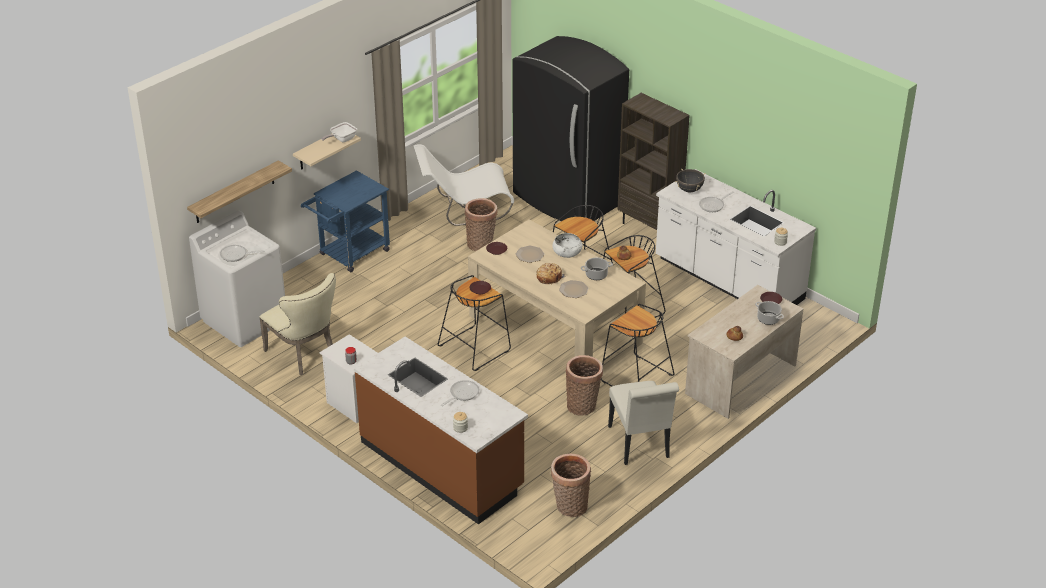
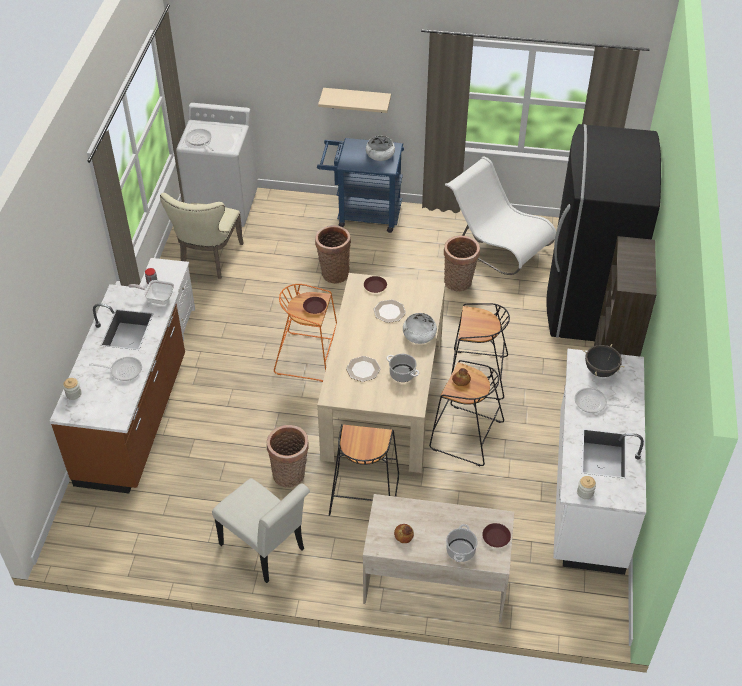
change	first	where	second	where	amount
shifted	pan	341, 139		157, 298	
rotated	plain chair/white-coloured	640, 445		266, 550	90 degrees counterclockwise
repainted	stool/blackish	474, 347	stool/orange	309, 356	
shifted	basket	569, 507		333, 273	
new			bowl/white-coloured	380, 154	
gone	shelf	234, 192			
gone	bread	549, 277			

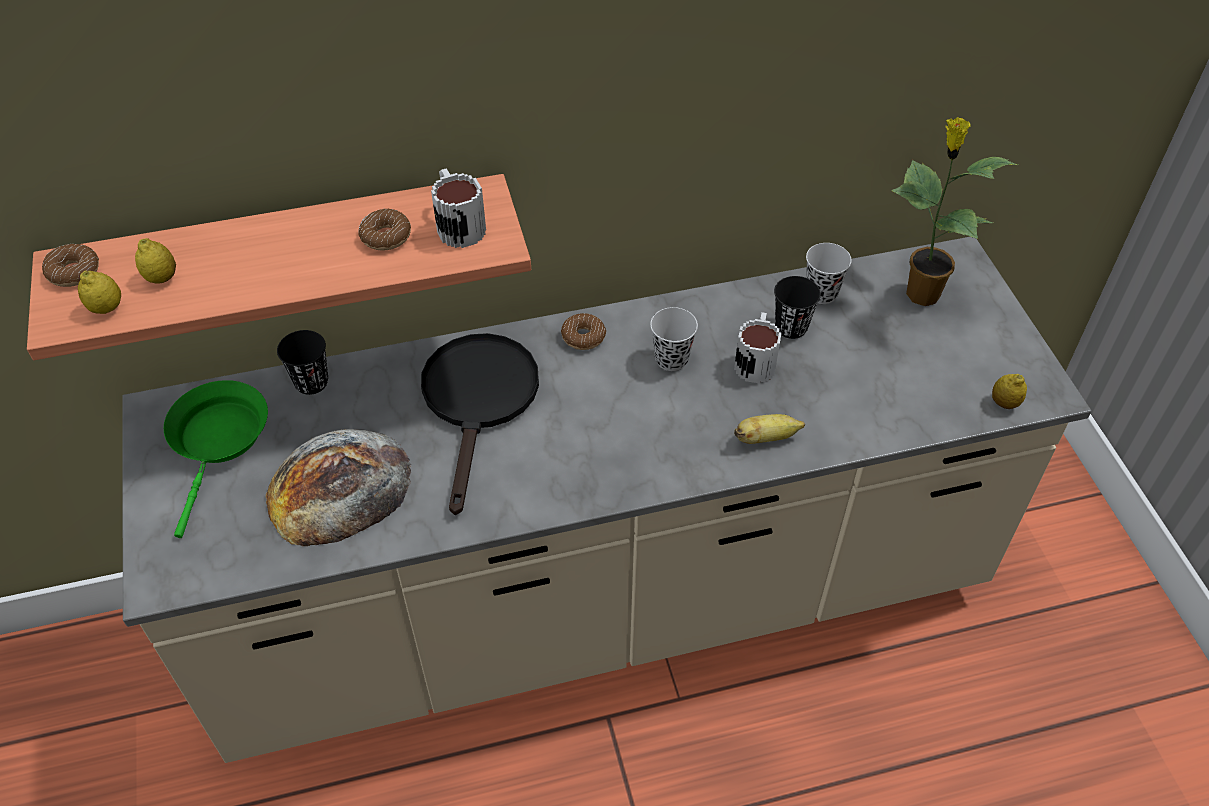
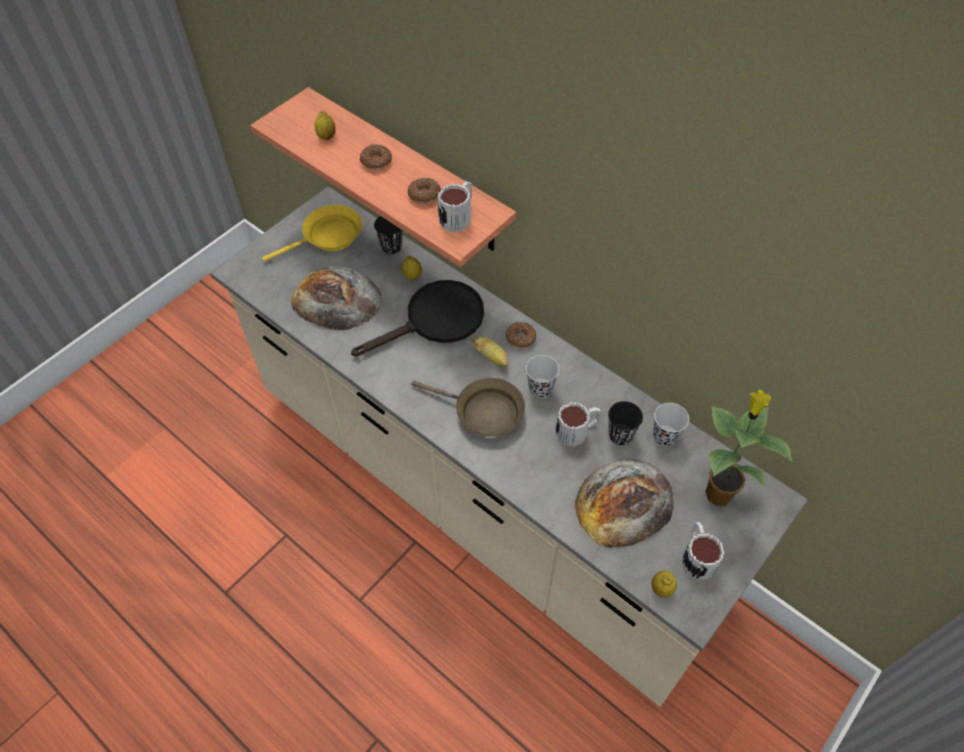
change	first	where	second	where	amount
repainted	pan/green	219, 441	pan/yellow	328, 237	
shifted	ring doughnut	73, 272		376, 161	
shifted	citrus fruit	106, 308		412, 276	
new			pan/brown-coloured	483, 412	
shifted	whole banana	766, 438		492, 358	
new			bread	624, 502	
new			coffee mug	696, 556	

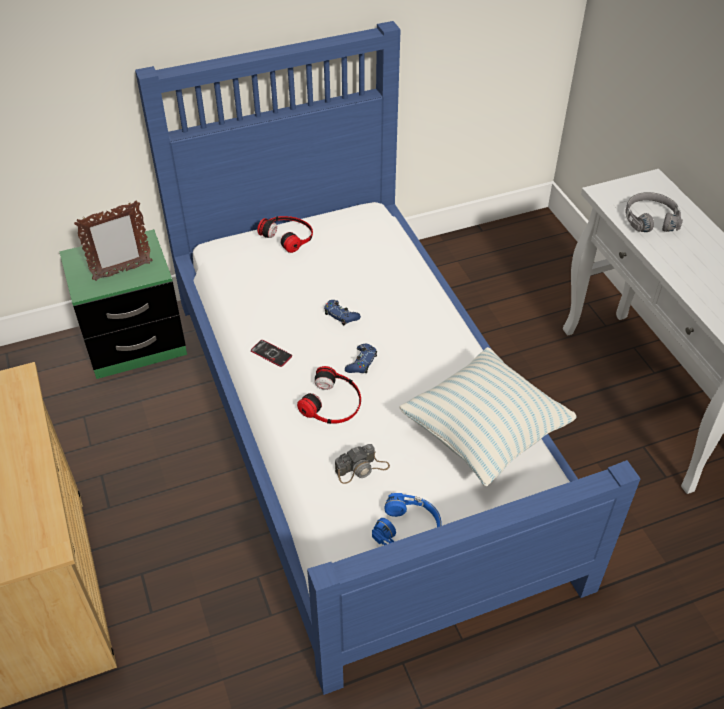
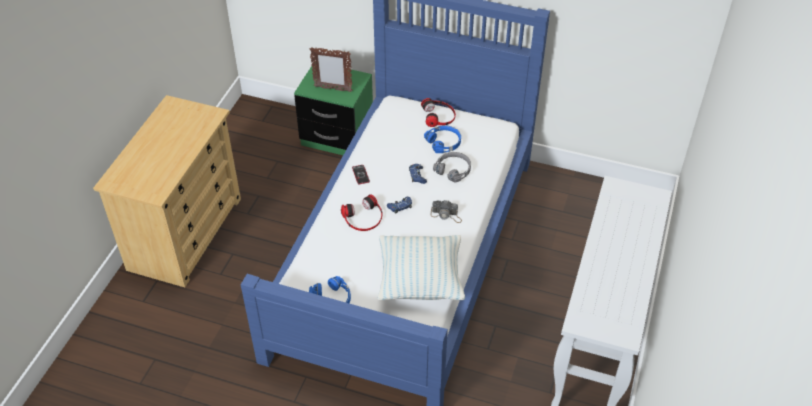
change	first	where	second	where	amount
new			headphones/blue	444, 142	
shifted	still camera	362, 469		446, 215	
shifted	headphones/gray	650, 219		453, 170	

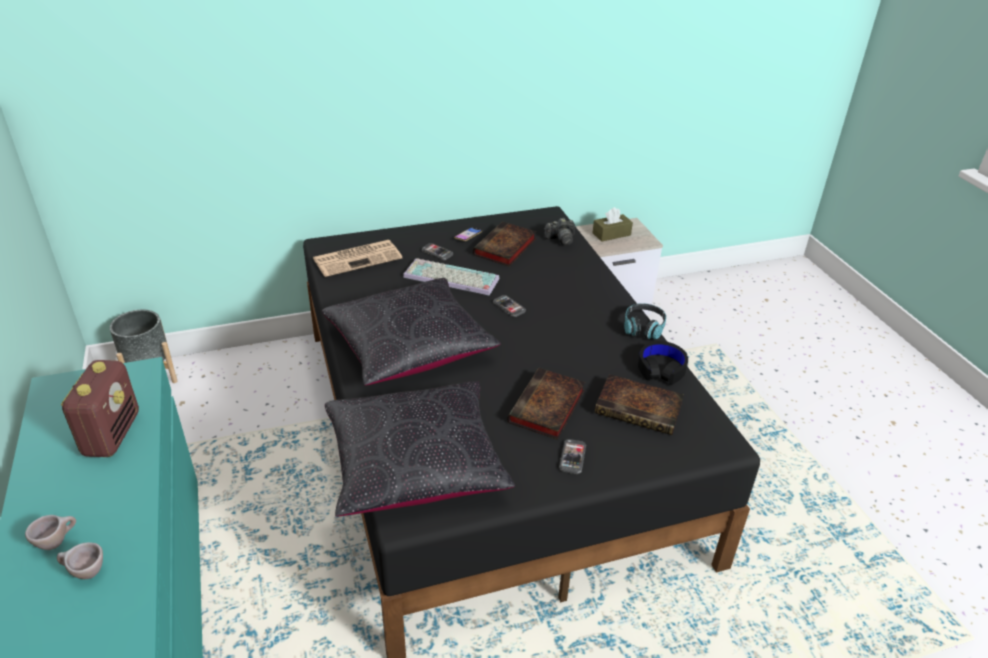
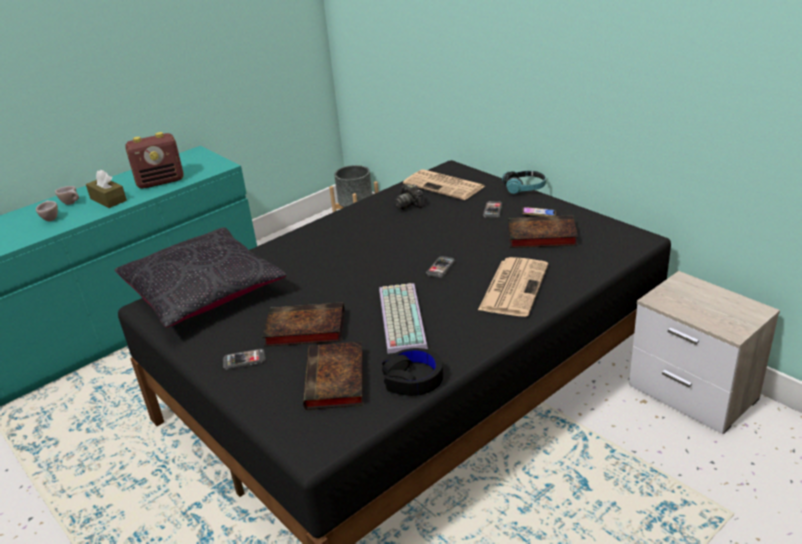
change	first	where	second	where	amount
shifted	tissue box/brown-coloured	611, 234		108, 199	
shifted	PC keyboard	449, 278		399, 317	
shifted	still camera	561, 239		409, 205	
new			daily paper	513, 286	
shifted	headphones	643, 327		524, 188	
gone	throw pillow/blackish	409, 347			

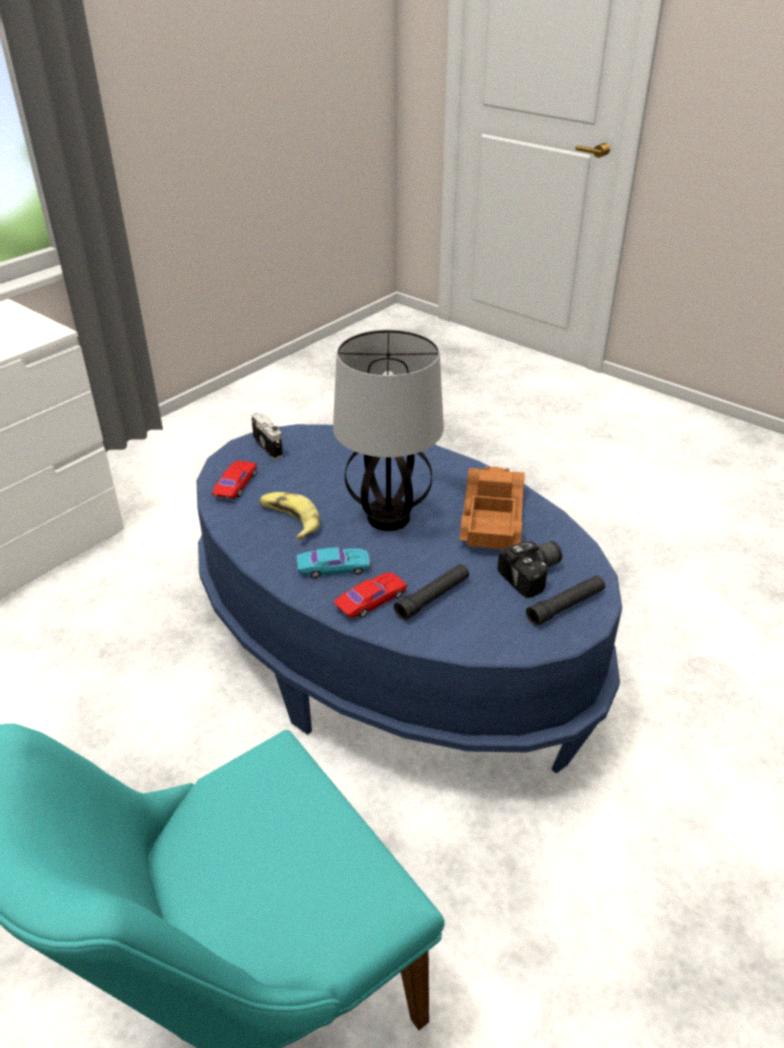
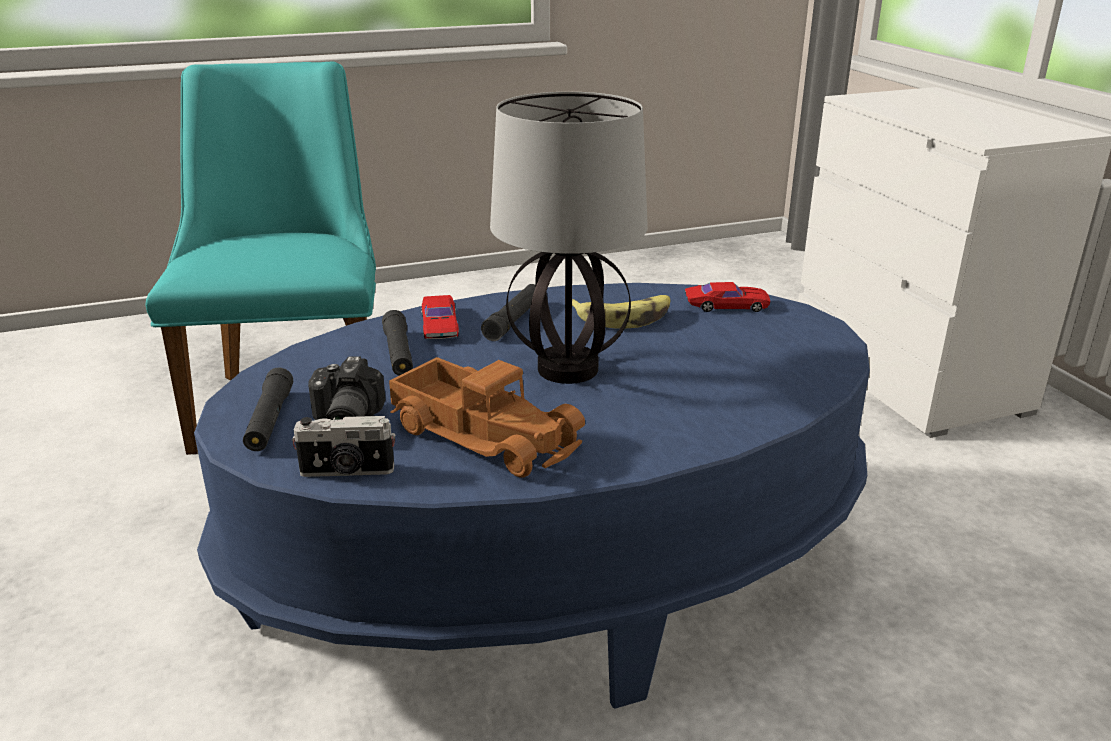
change	first	where	second	where	amount
shifted	still camera	269, 447		347, 471	
swapped	miniature car/turquoise	333, 567	torch/blackish	513, 320	
rotated	miniature car/red	235, 485		726, 305	45 degrees counterclockwise

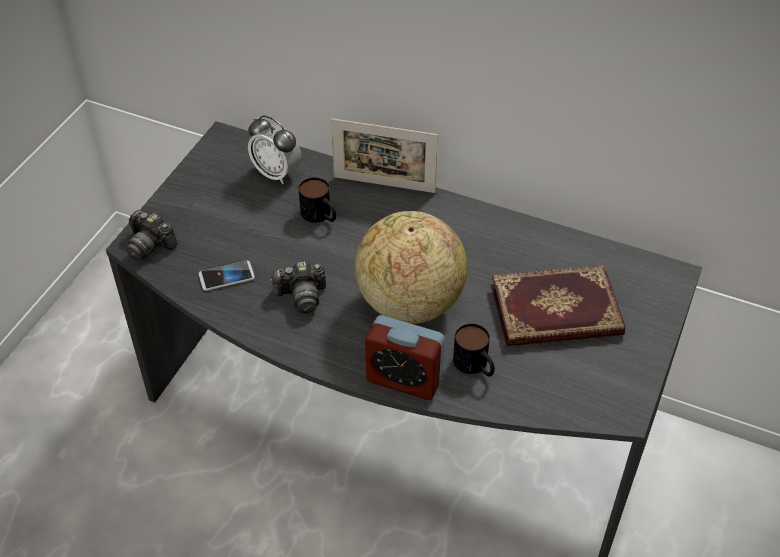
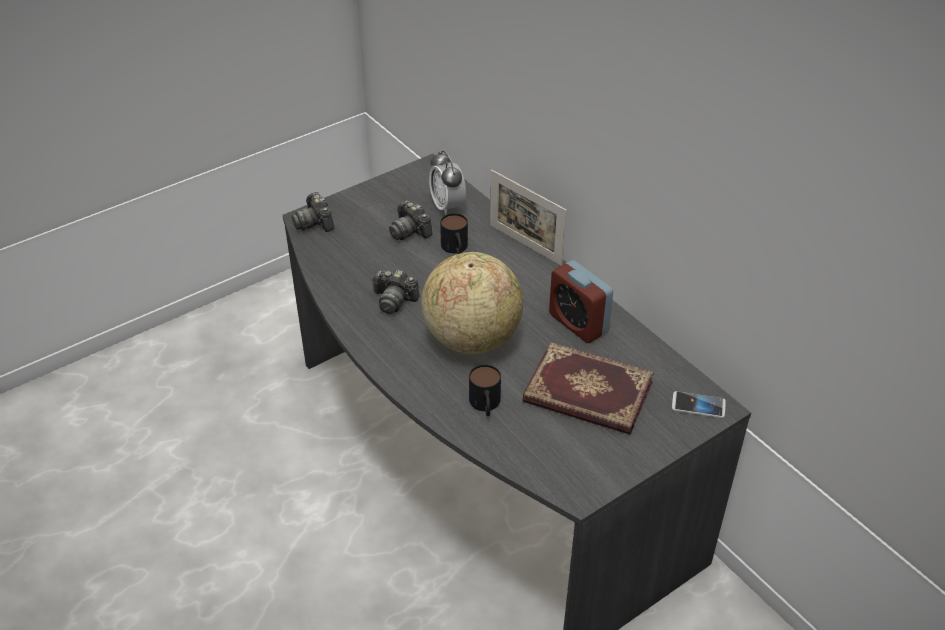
change	first	where	second	where	amount
new			still camera	410, 231	
shifted	alarm clock	404, 379		578, 323	
shifted	handset	226, 276		698, 405	

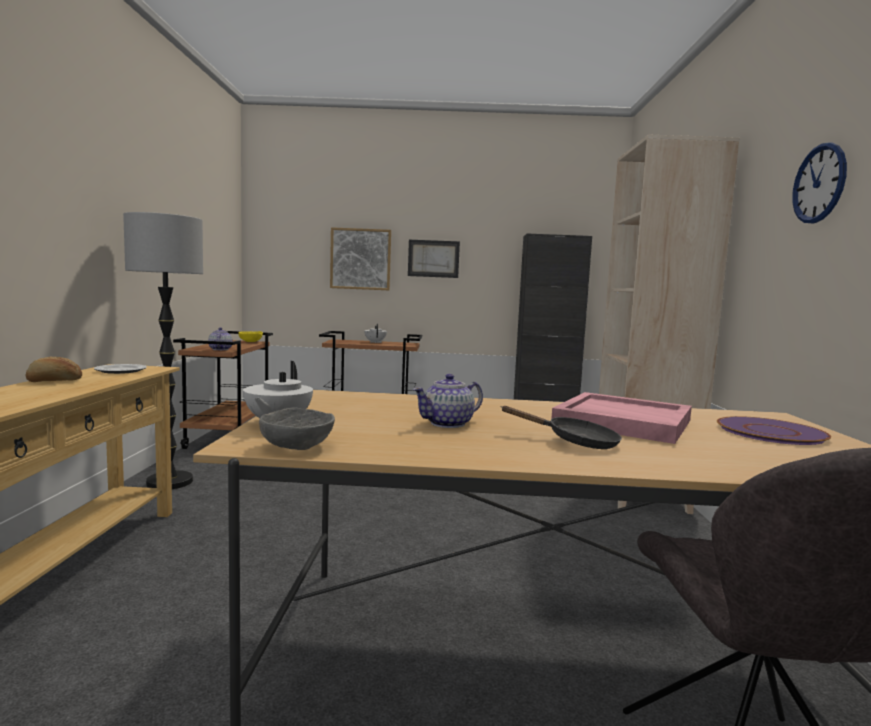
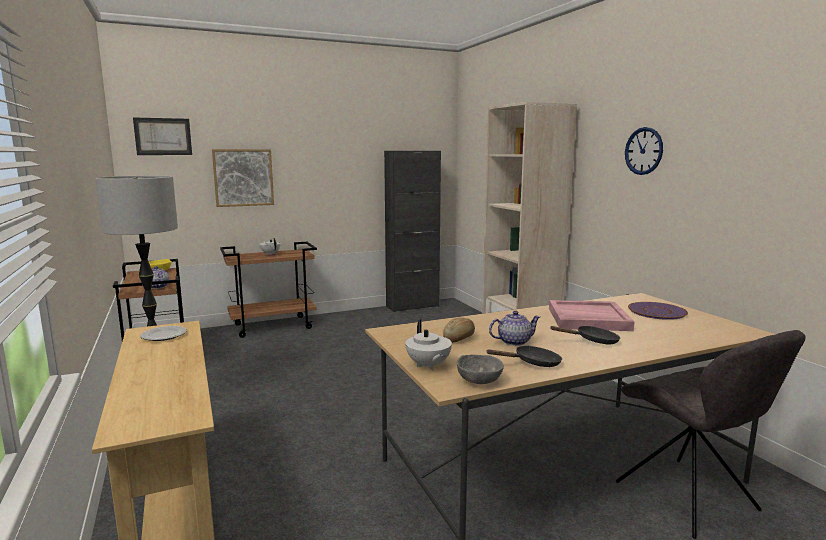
change	first	where	second	where	amount
shifted	wall picture	433, 258		163, 136	
shifted	bread	54, 381		459, 338	
new			pan/blackish	533, 363	
rotated	teapot	448, 424		513, 342	135 degrees counterclockwise

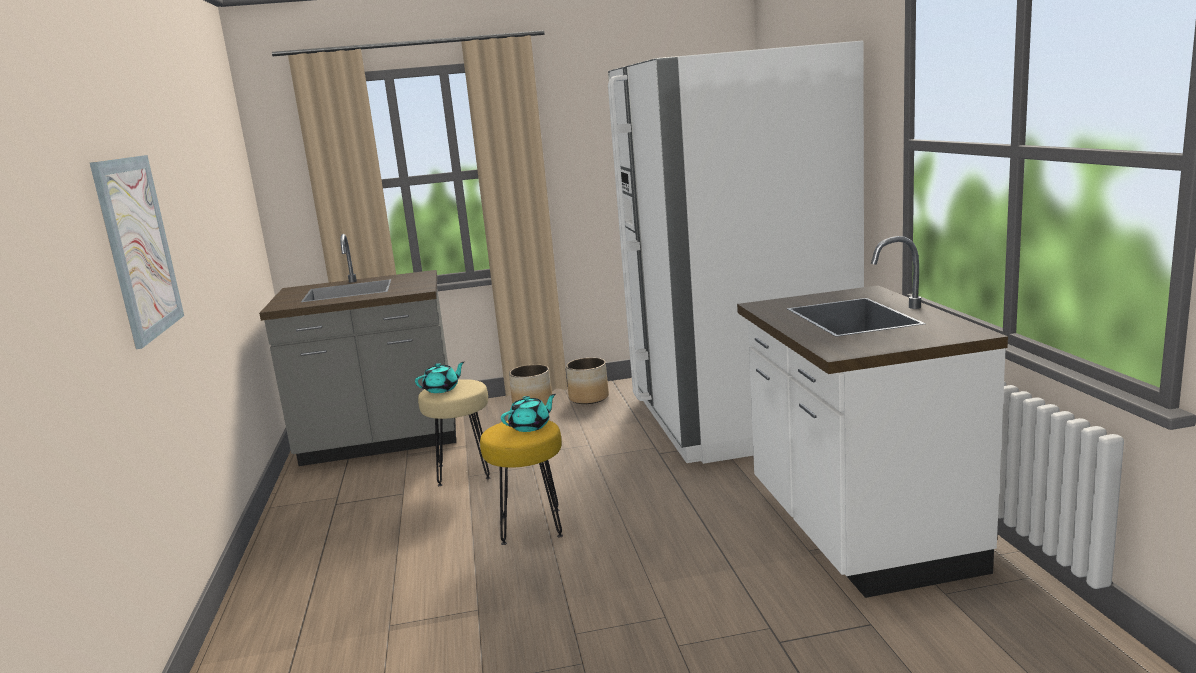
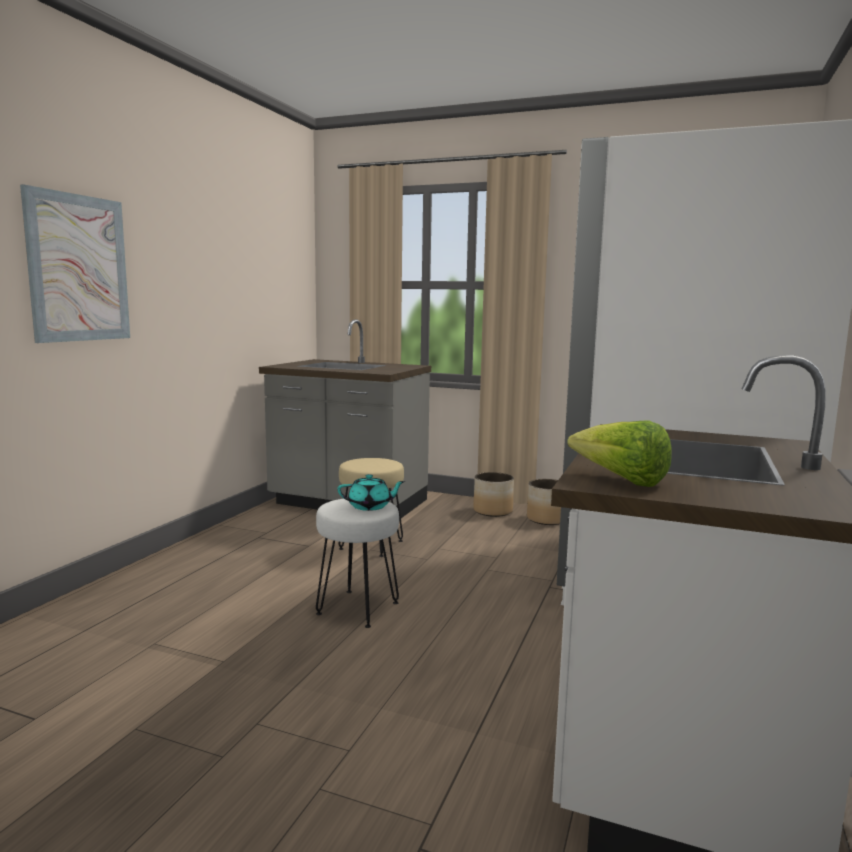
change	first	where	second	where	amount
repainted	stool/yellow	532, 526	stool/white-coloured	359, 608	
new			lettuce	621, 481	
gone	teapot/turquoise	442, 389			

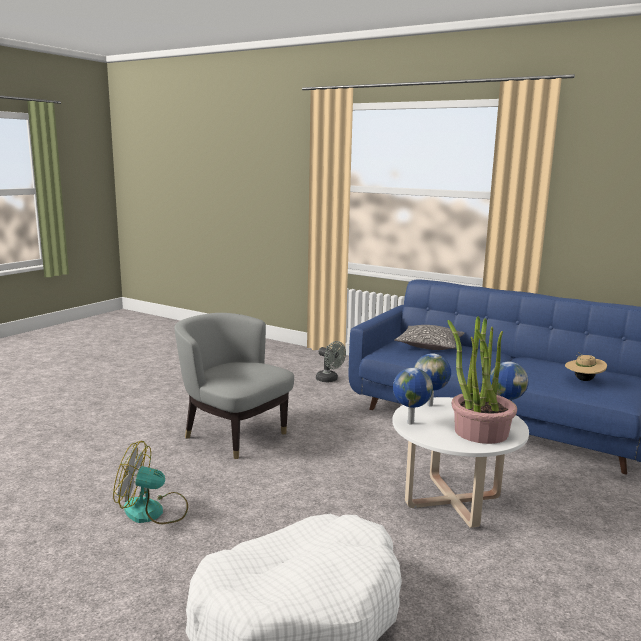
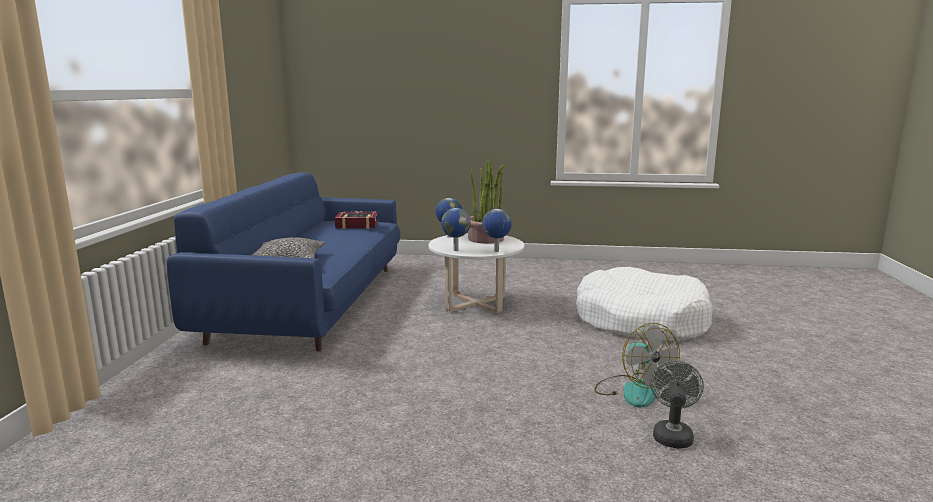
change	first	where	second	where	amount
swapped	hat/beige	583, 380	book	357, 225	
shifted	fan/gray	329, 380		672, 434	
gone	lounge chair/gray	233, 434			

